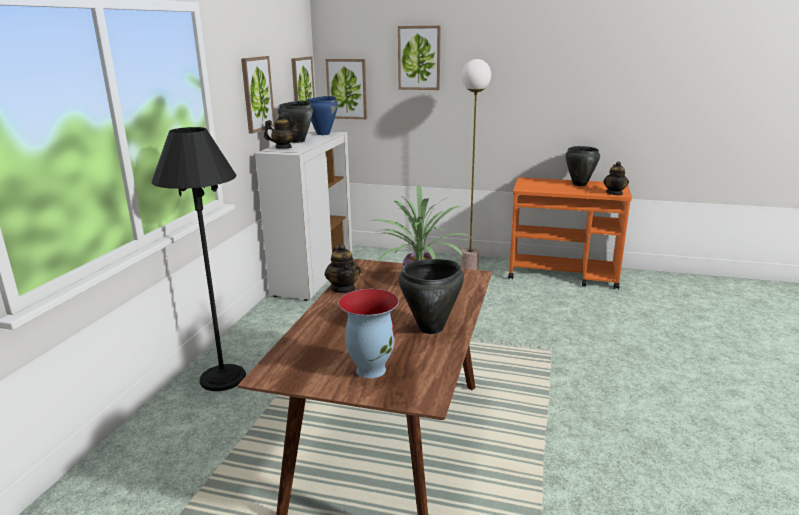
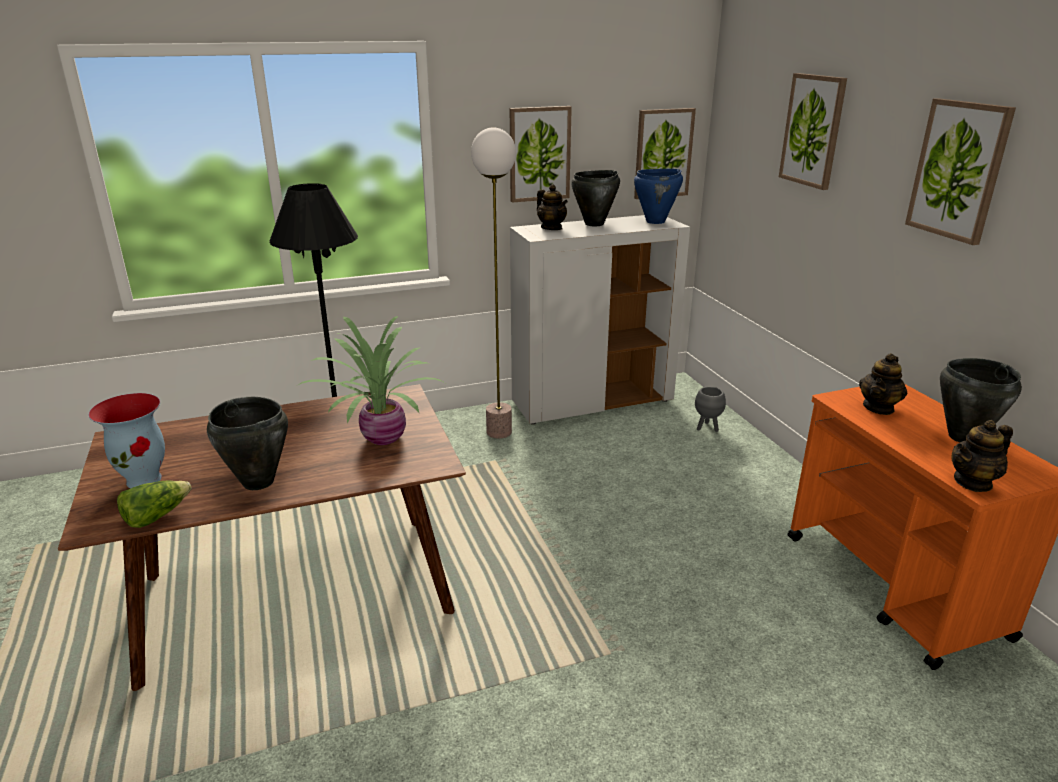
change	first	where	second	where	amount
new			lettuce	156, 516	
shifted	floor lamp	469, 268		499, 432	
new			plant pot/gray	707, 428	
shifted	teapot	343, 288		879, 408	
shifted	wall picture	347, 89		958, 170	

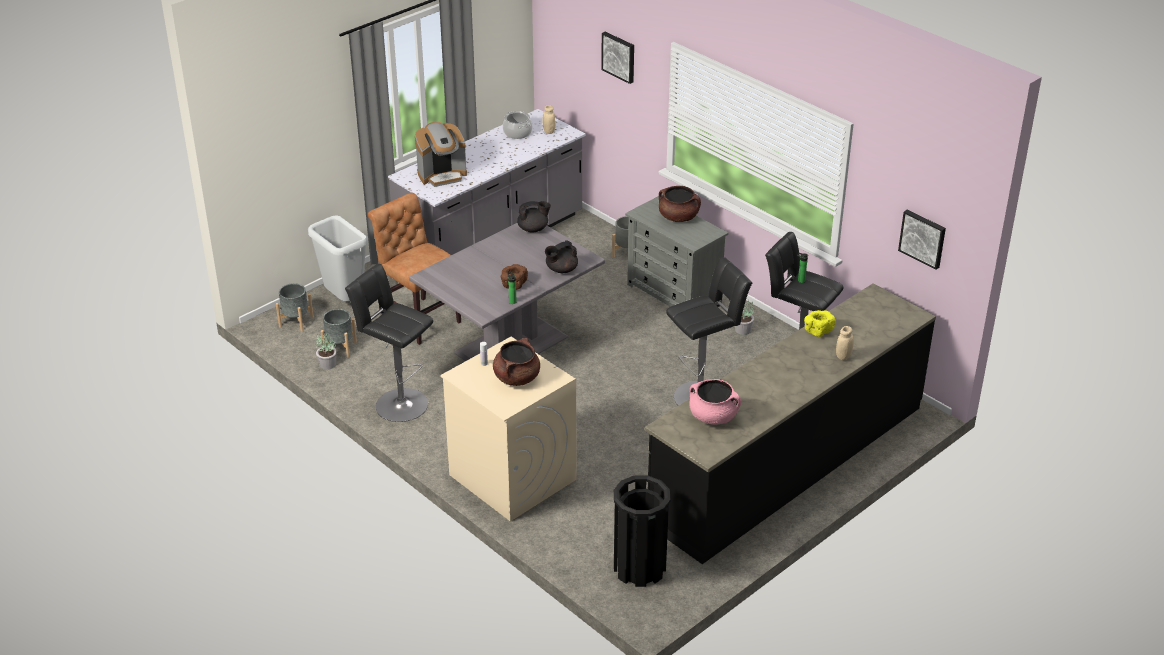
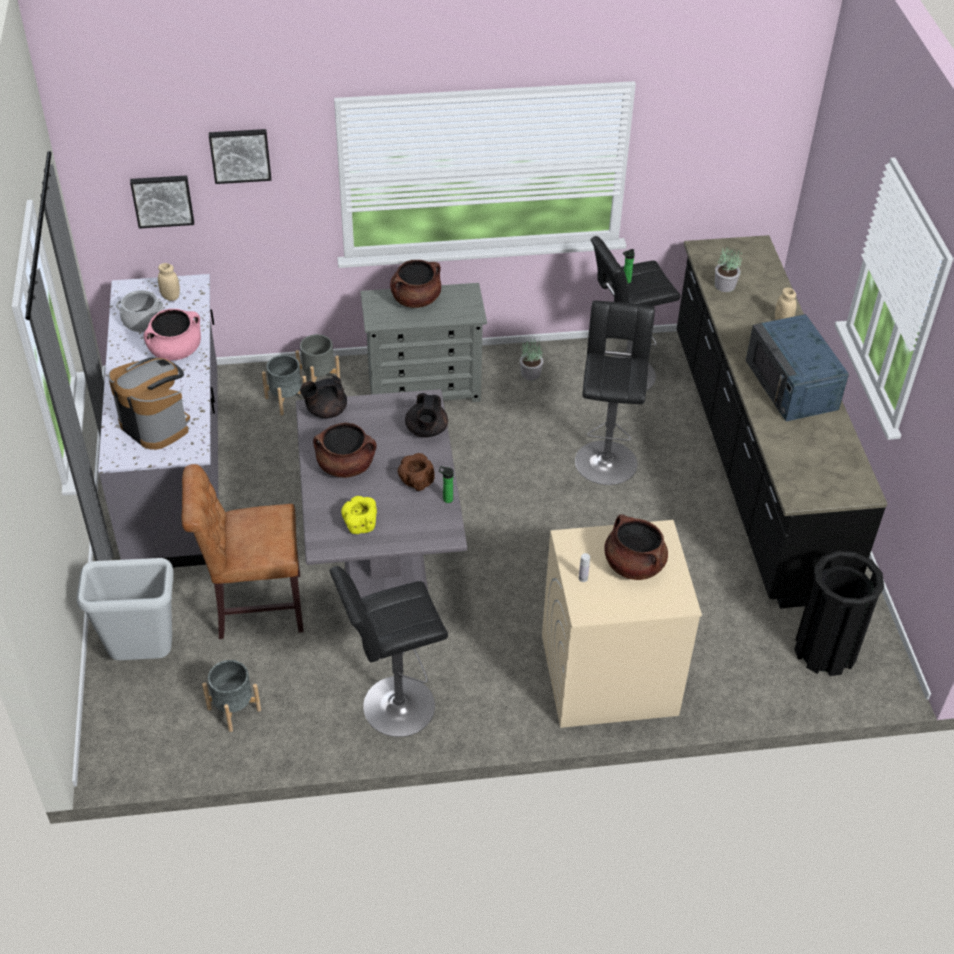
change	first	where	second	where	amount
rotated	coffee machine	442, 175		155, 424	60 degrees counterclockwise
shifted	wall picture	923, 238		162, 200	
shifted	cooking pot/pink-coloured	713, 416		175, 351	
shifted	plant pot/gray	296, 322		286, 400	
rotated	teapot/blackish	533, 229		325, 411	135 degrees counterclockwise
new			cooking pot/brown-coloured	346, 465	
shifted	bowl/yellow	818, 331		359, 524	
shifted	houseplant	327, 364		725, 286	
new			microwave/blue	792, 385	

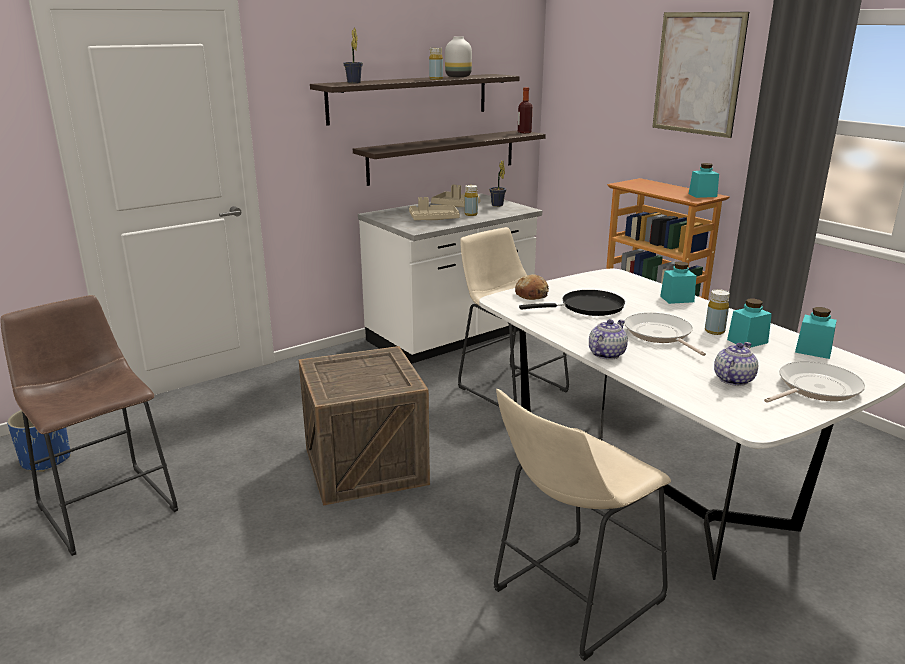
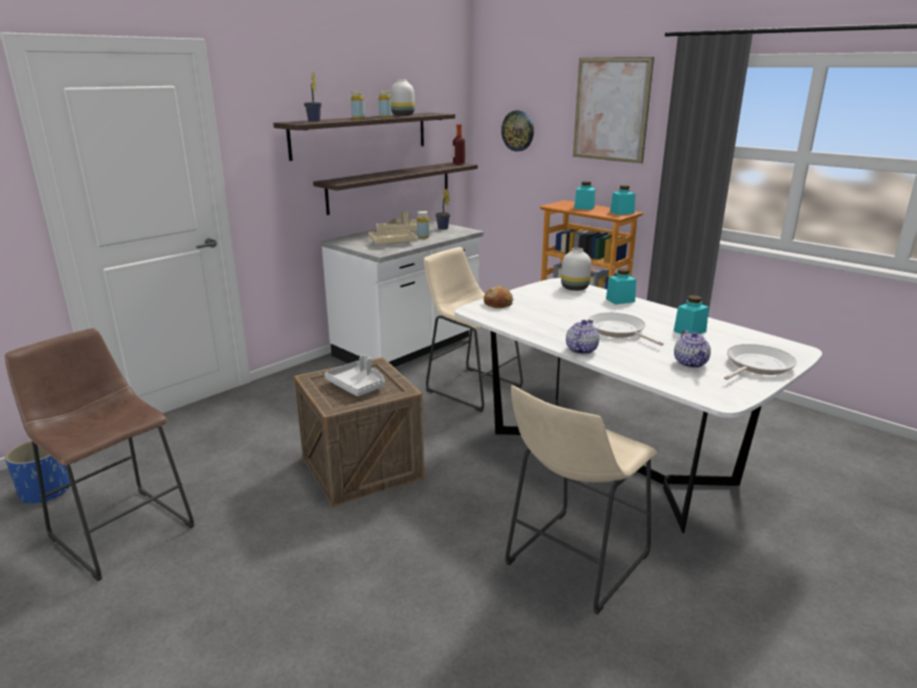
change	first	where	second	where	amount
new			carrying tray/gray	357, 385	
shifted	bottle/yellow	714, 331		358, 118	
new			hanging clock	518, 131	
new			vase/white-coloured	574, 288	
shifted	preserve jar/turquoise	813, 351		584, 207	
rotated	teapot	733, 379		691, 363	150 degrees clockwise
gone	pan/blackish	587, 307			

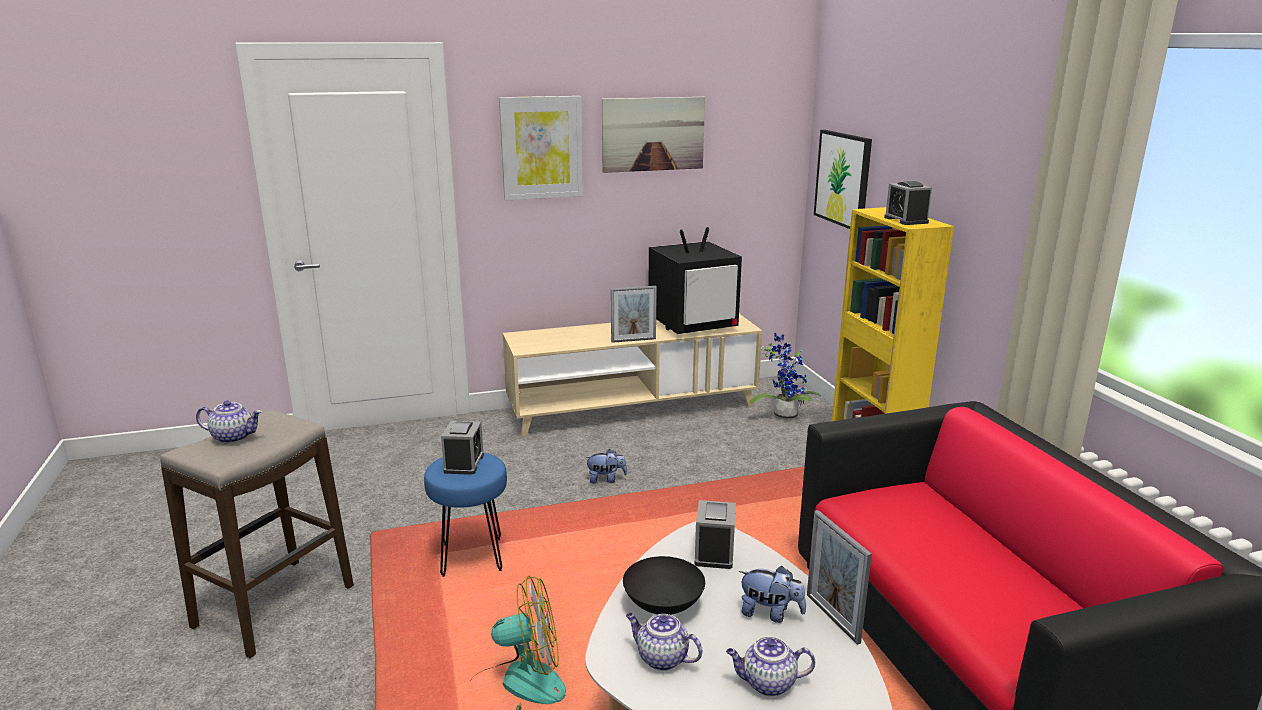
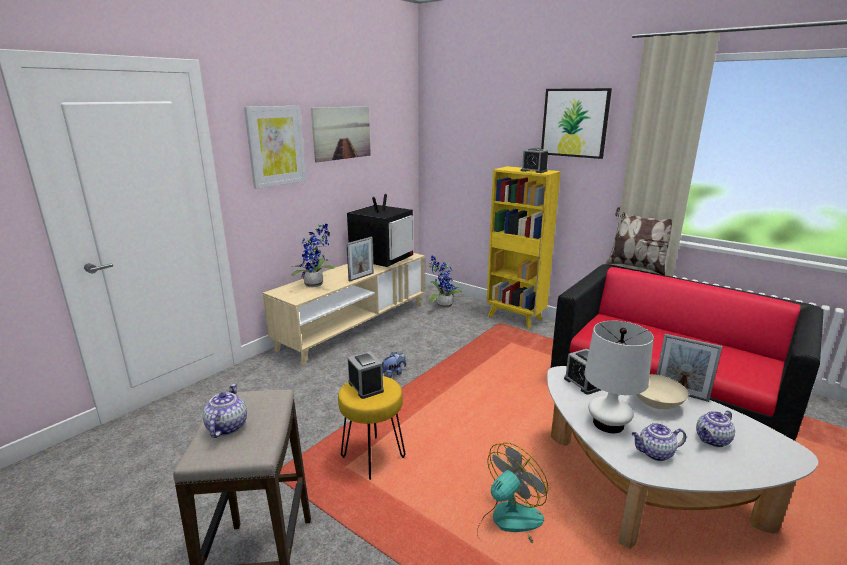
change	first	where	second	where	amount
rotated	teapot	234, 437		226, 427	60 degrees counterclockwise
new			houseplant	316, 285	
repainted	stool/blue	471, 558	stool/yellow	372, 458	
shifted	wall picture	843, 179		575, 123	
swapped	bowl/blackish	662, 605	lamp for a table/white-coloured	608, 424	
new			throw pillow	635, 267	
swapped	plush toy	770, 613	bowl/beige	656, 404	

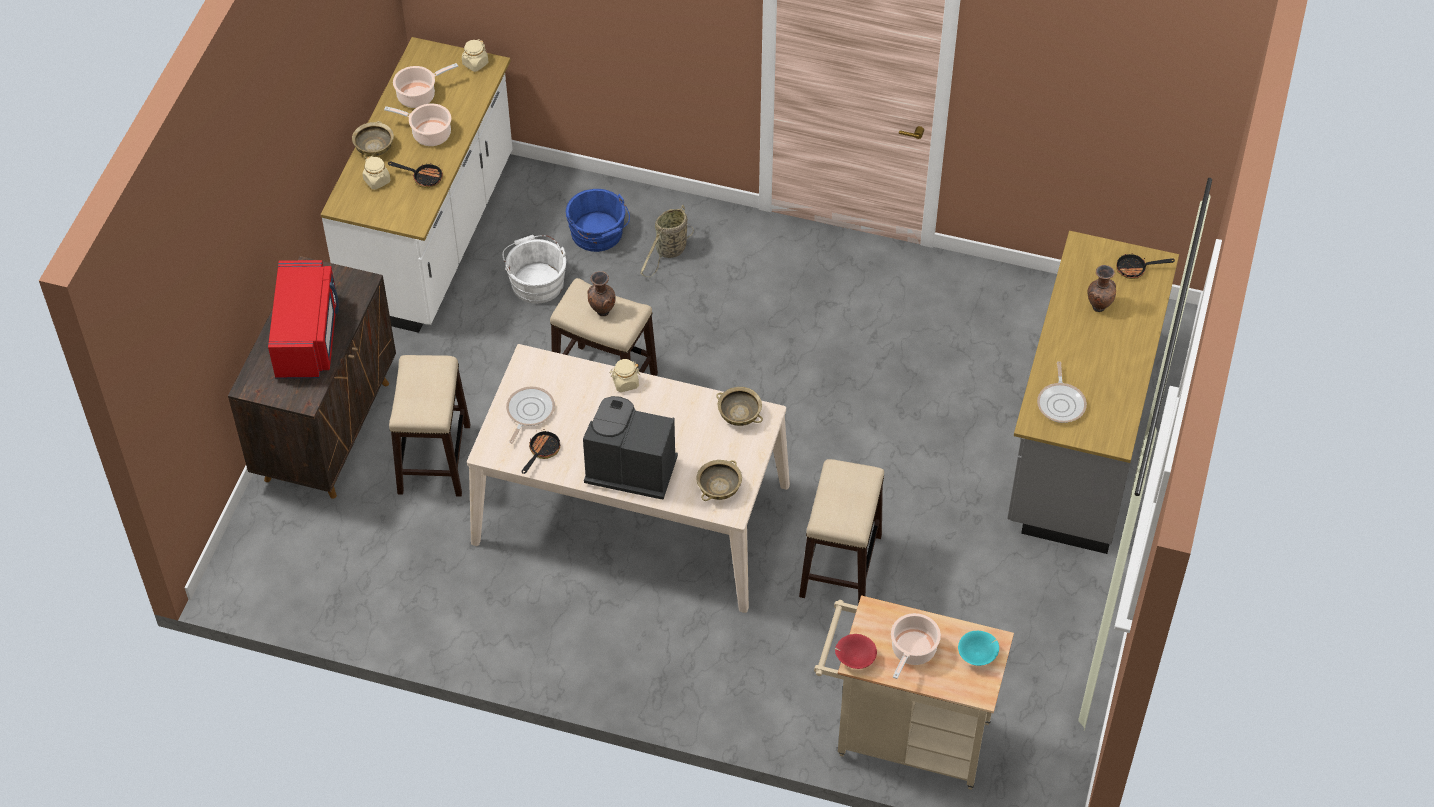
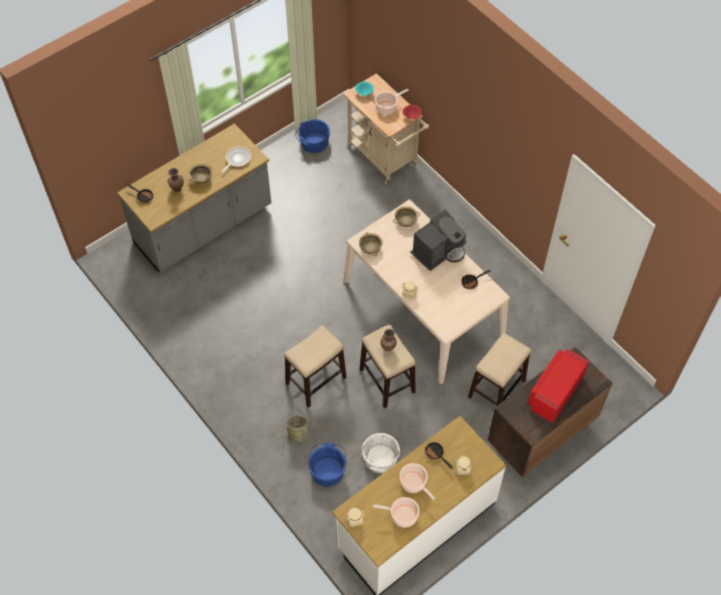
change	first	where	second	where	amount
shifted	bowl/beige	374, 148		201, 179	
shifted	stool	840, 566		316, 380	
new			water bucket/blue	313, 143	
rotated	coffee machine	629, 468		438, 252	90 degrees counterclockwise
gone	pan	528, 412			

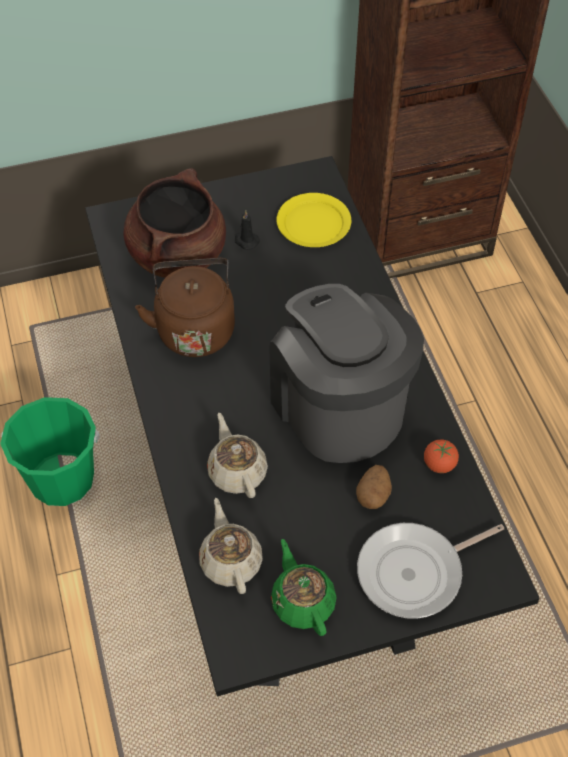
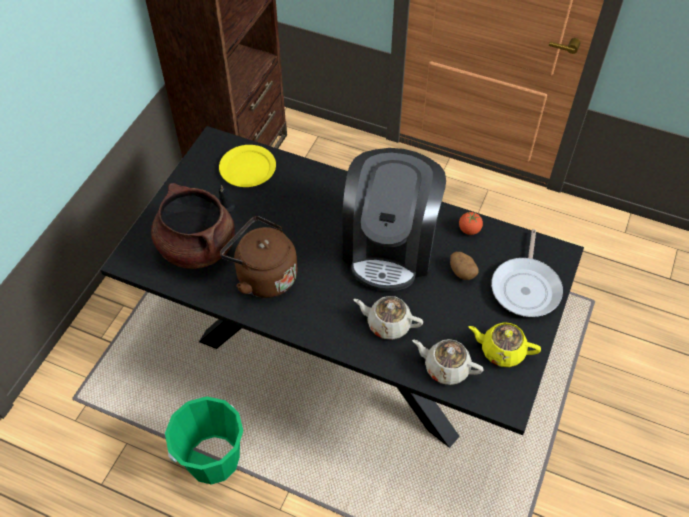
change	first	where	second	where	amount
rotated	coffee machine	338, 407		389, 247	90 degrees counterclockwise
repainted	teapot/green	302, 601	teapot/yellow	501, 350	

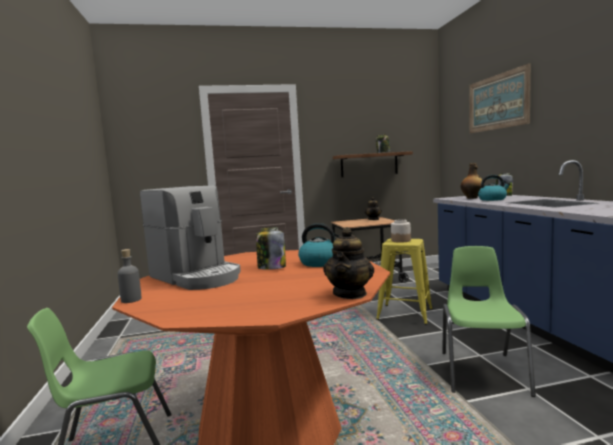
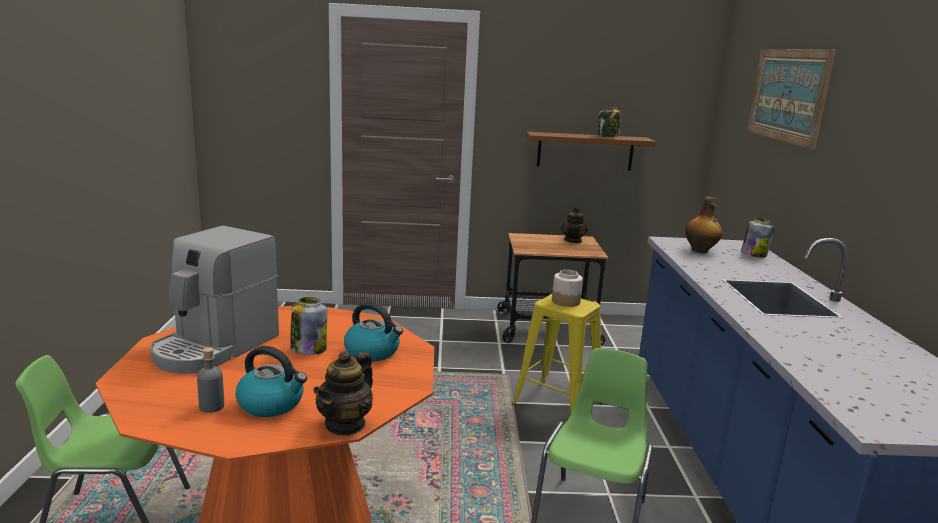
change	first	where	second	where	amount
rotated	coffee machine	197, 277		215, 347	60 degrees clockwise
shifted	bottle/gray	131, 300		212, 406	
shifted	kettle	493, 199		272, 404	

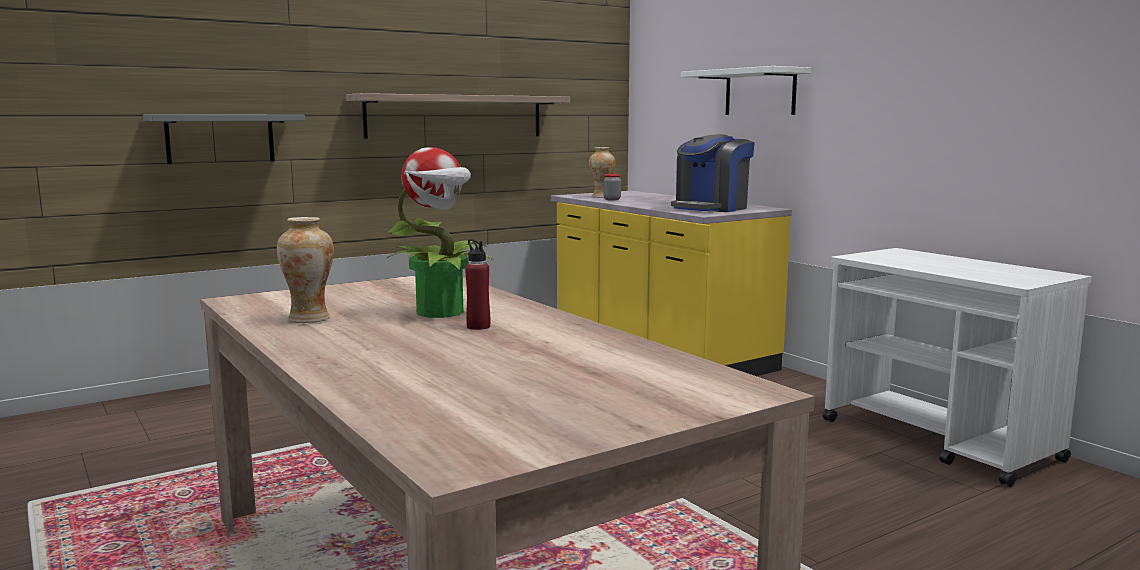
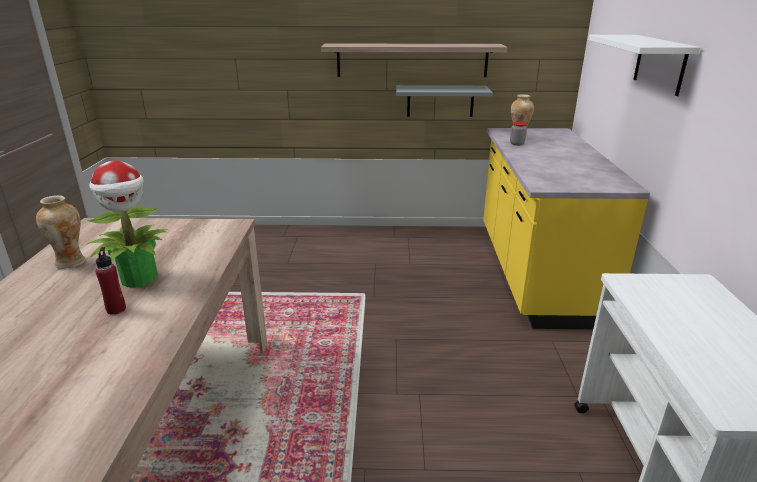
change	first	where	second	where	amount
shifted	shelf/gray	220, 138		440, 101	
gone	coffee machine	711, 208			

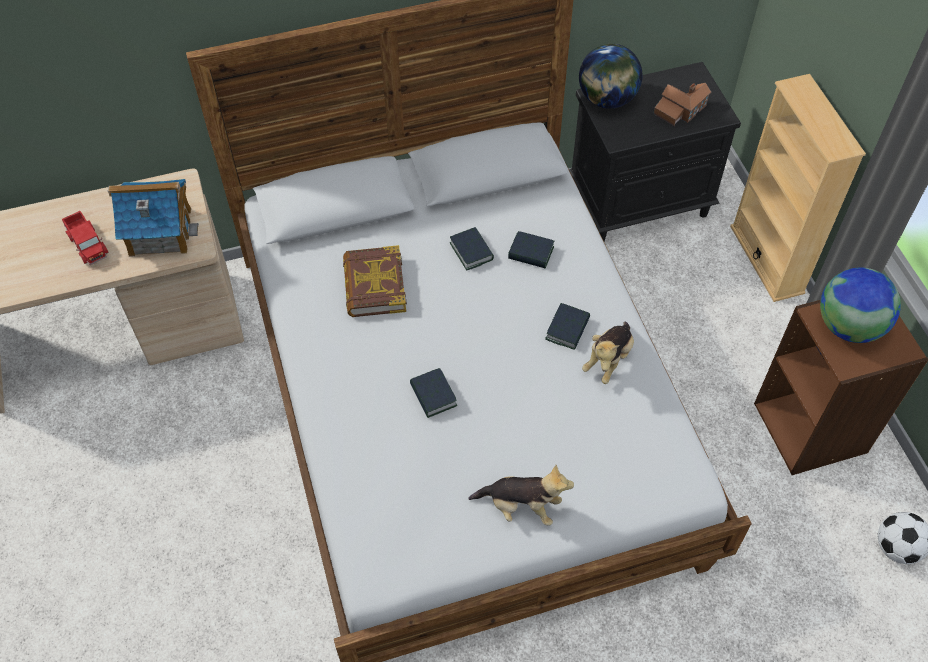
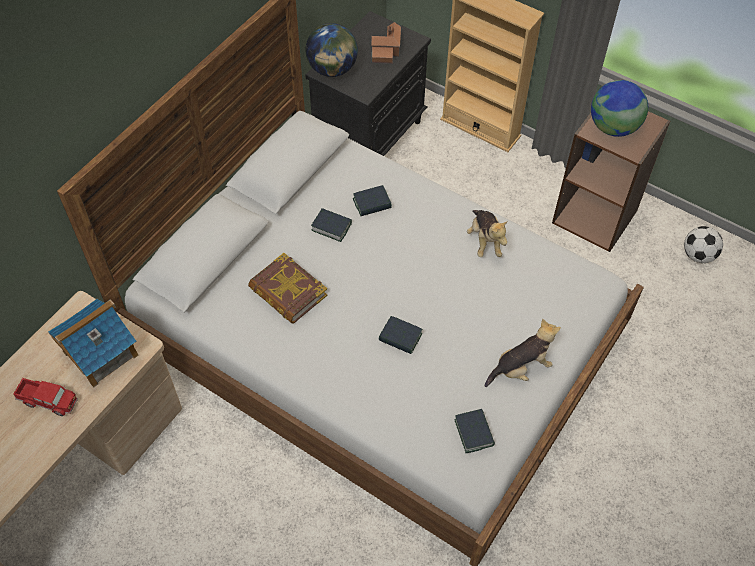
change	first	where	second	where	amount
shifted	book	567, 329		474, 432	

